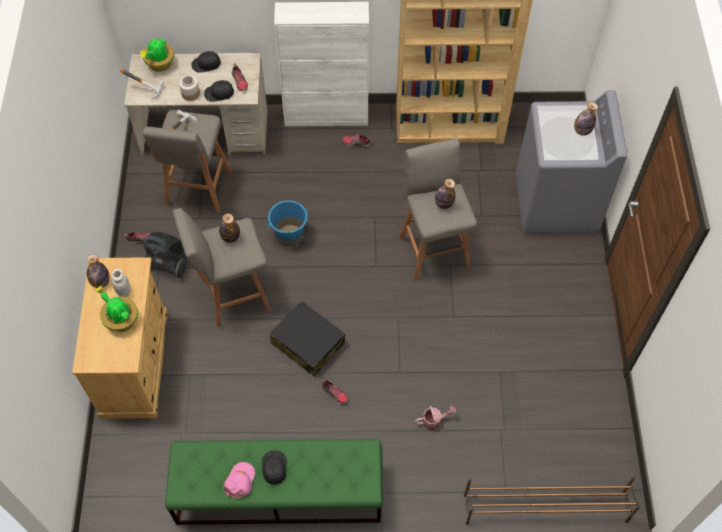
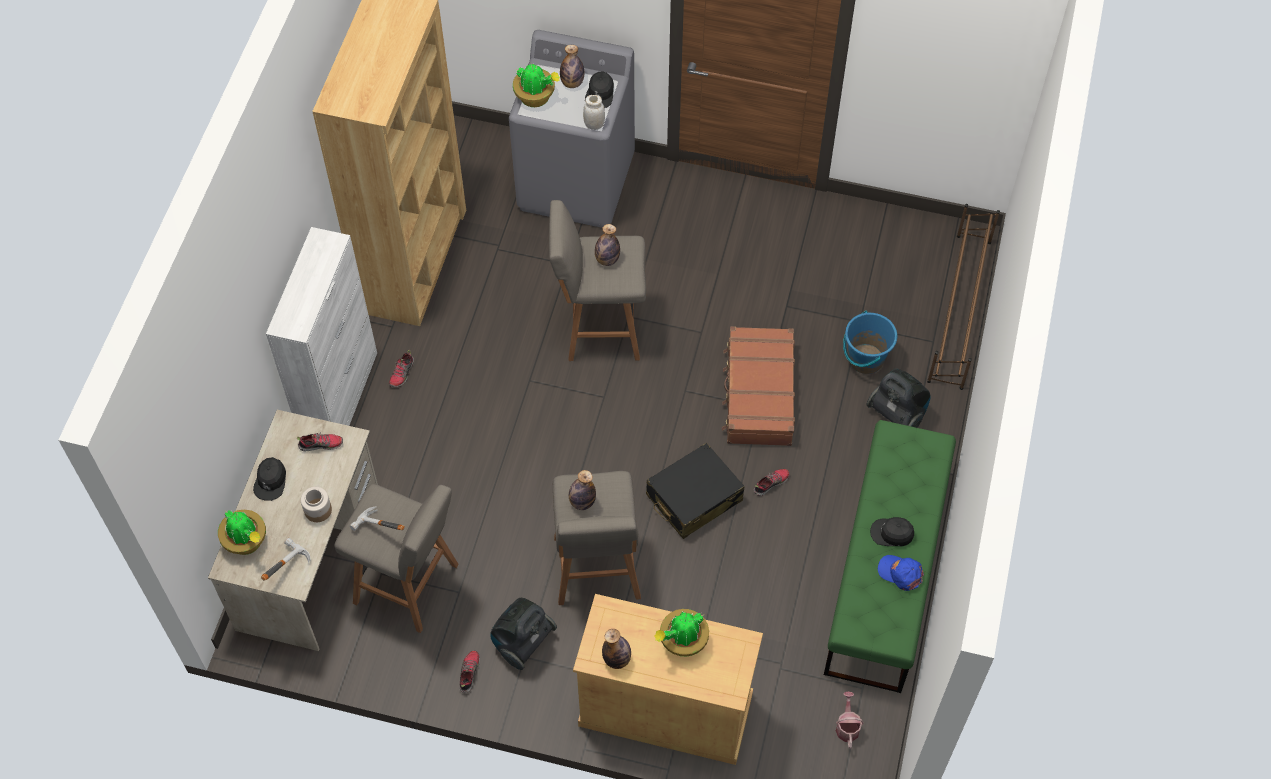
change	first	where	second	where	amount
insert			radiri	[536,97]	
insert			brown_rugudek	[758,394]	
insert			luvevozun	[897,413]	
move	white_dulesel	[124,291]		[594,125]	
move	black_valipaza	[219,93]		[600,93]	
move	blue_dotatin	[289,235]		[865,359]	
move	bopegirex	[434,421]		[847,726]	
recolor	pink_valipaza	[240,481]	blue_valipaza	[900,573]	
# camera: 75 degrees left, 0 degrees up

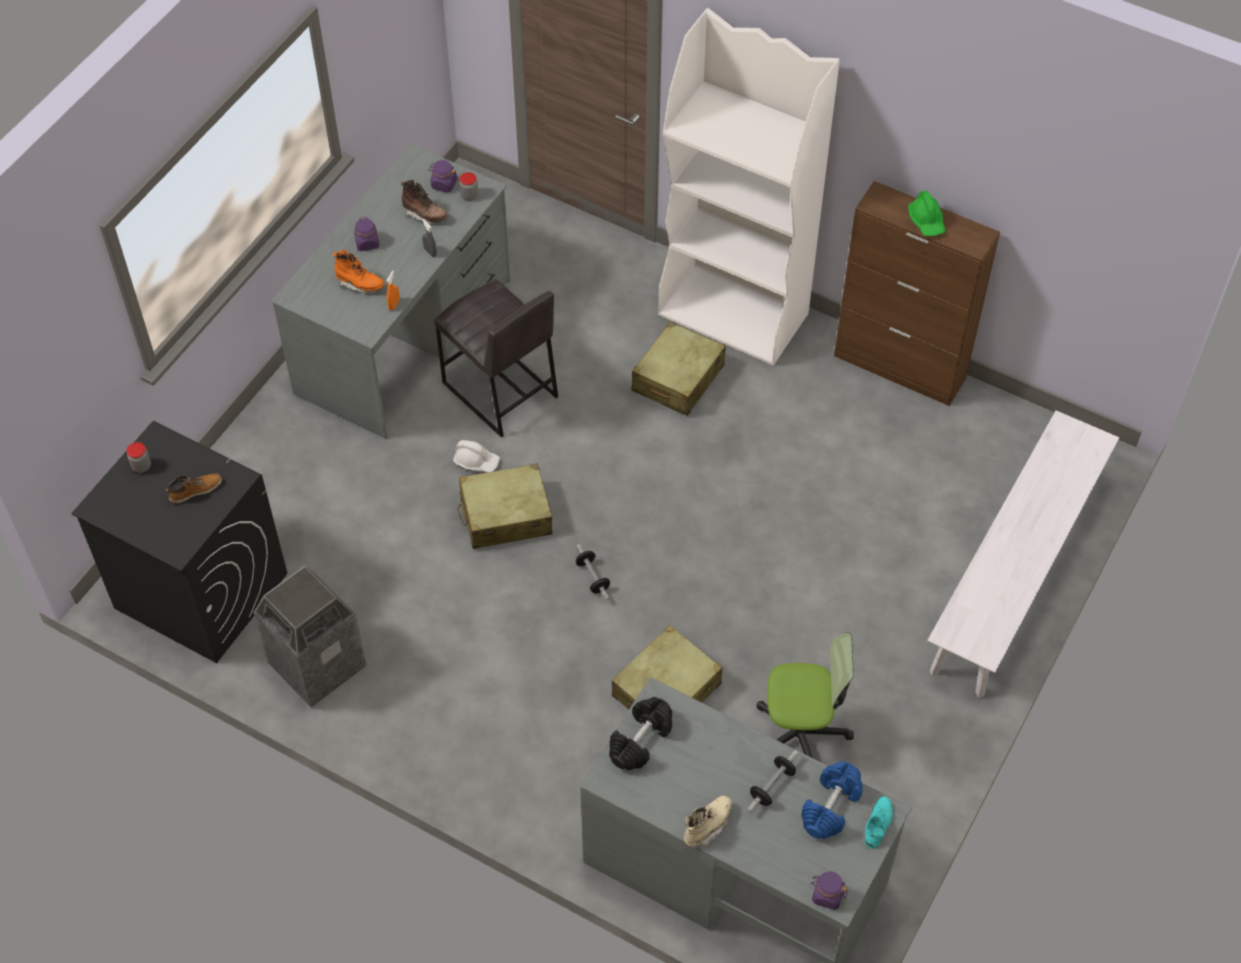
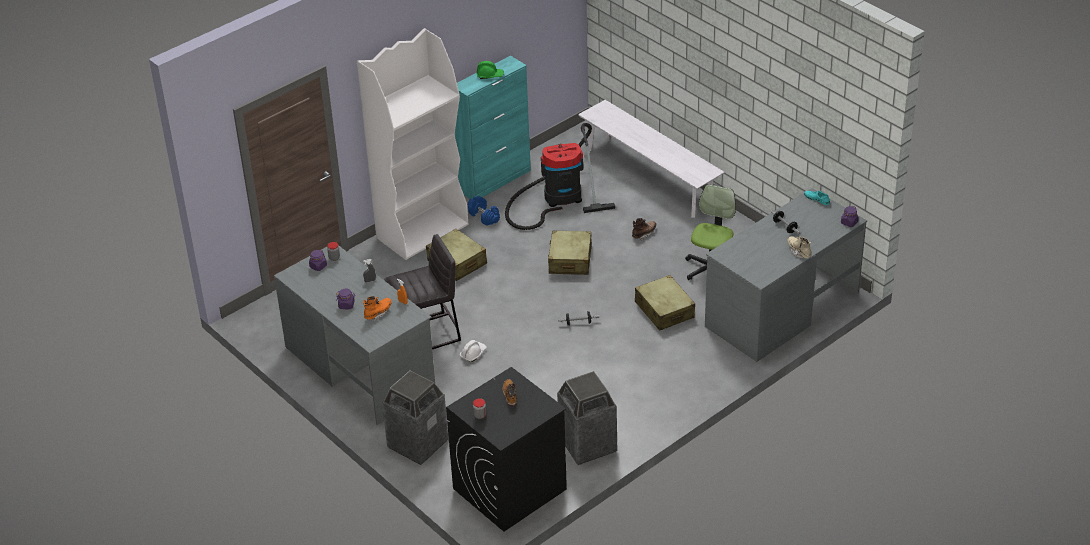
change	first	where	second	where	amount
delete	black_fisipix	[640,740]			
insert			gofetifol	[417,444]	
insert			luvevozun	[558,198]	
move	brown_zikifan	[425,214]		[644,234]	
move	beige_rugudek	[505,515]		[570,260]	
move	blue_fisipix	[831,807]		[484,216]	
recolor	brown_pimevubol	[900,367]	turquoise_pimevubol	[495,180]	
# camera: 70 degrees left, 15 degrees down

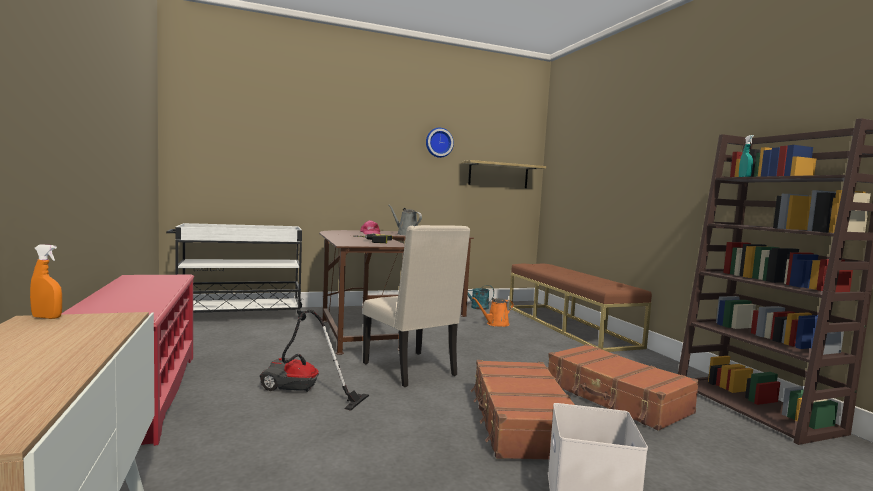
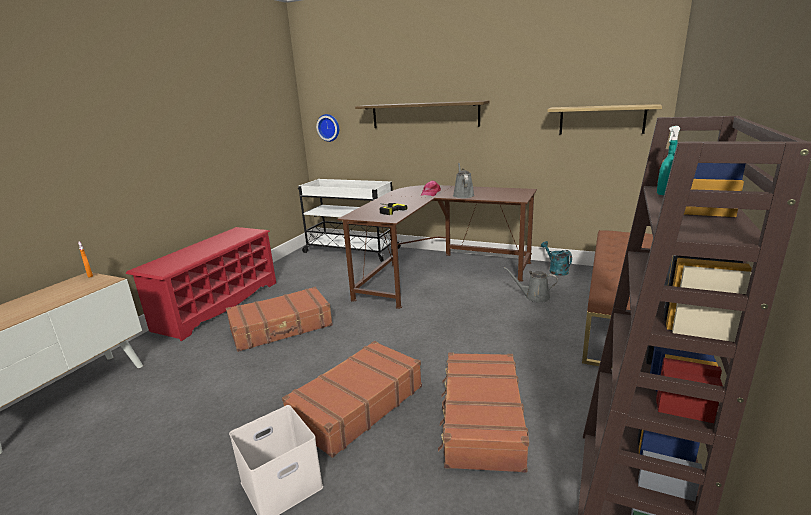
change	first	where	second	where	amount
delete	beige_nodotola	[412,370]			
insert			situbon	[424,115]	
move	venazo	[438,142]		[329,127]	
replace	luvevozun	[302,392]	brown_rugudek	[281,328]	
recolor	orange_bopegirex	[495,324]	grey_bopegirex	[534,297]	
# camera: 45 degrees right, 15 degrees up

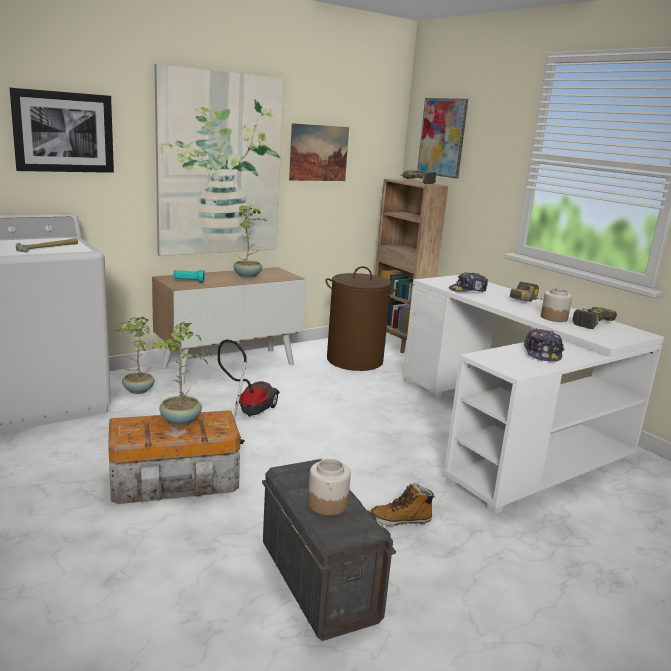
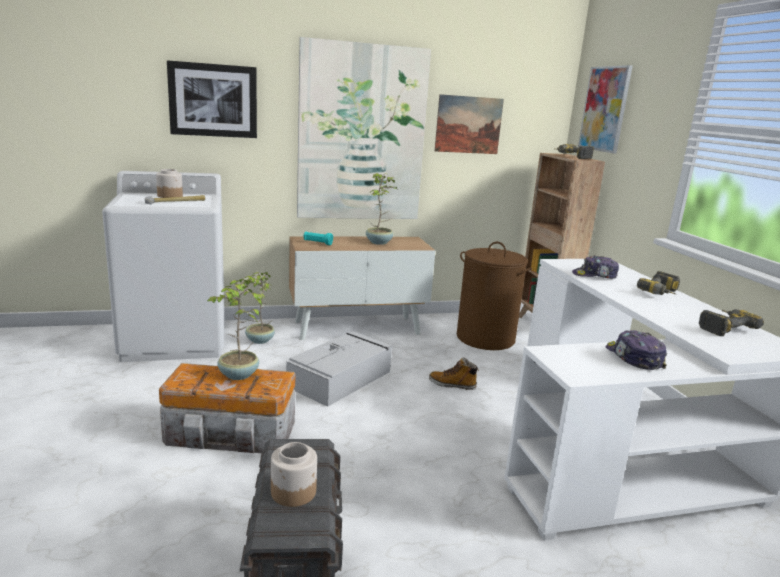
change	first	where	second	where	amount
move	zikifan	[401,520]		[452,385]	
move	dulesel	[553,318]		[170,196]	
replace	luvevozun	[247,415]	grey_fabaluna	[341,378]	
rotate	valipaza	[542,353]		[633,358]	135 degrees clockwise
# camera: 20 degrees right, 0 degrees up

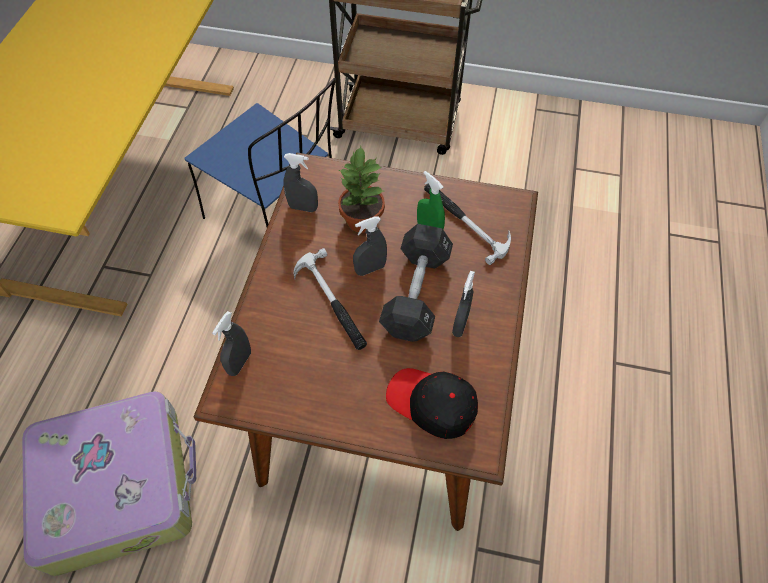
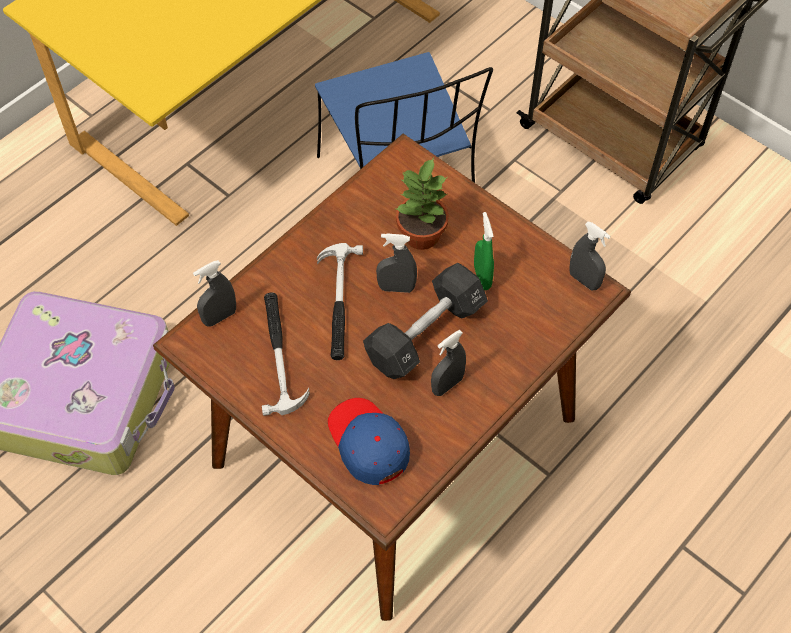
change	first	where	second	where	amount
move	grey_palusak	[303,207]		[584,280]	
move	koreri	[465,221]		[279,354]	
recolor	black_valipaza	[432,404]	blue_valipaza	[368,443]	
# camera: 30 degrees right, 0 degrees up

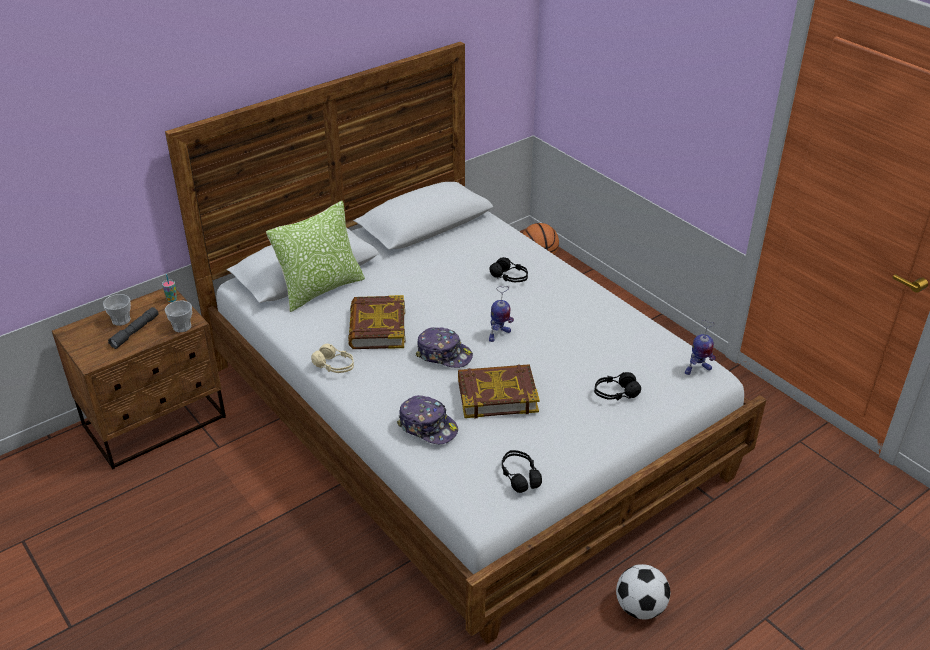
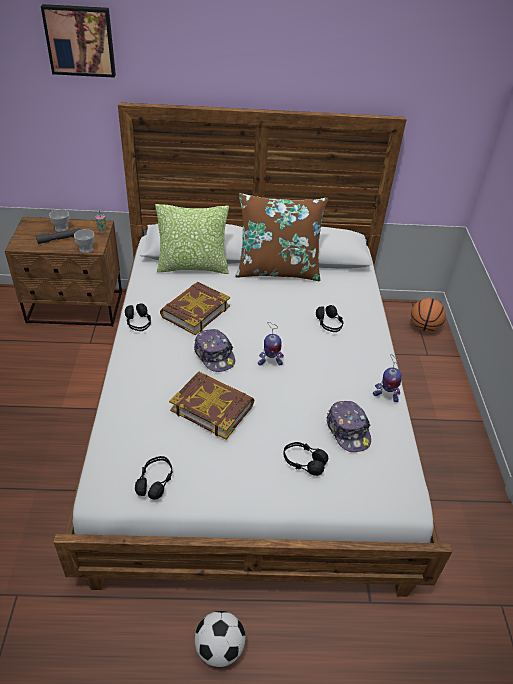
change	first	where	second	where	amount
insert			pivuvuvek	[80,40]	
insert			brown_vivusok	[277,270]	
move	valipaza	[428,427]		[348,431]	
move	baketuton	[697,370]		[385,396]	
recolor	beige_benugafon	[334,366]	black_benugafon	[138,323]	
# camera: 35 degrees right, 5 degrees up

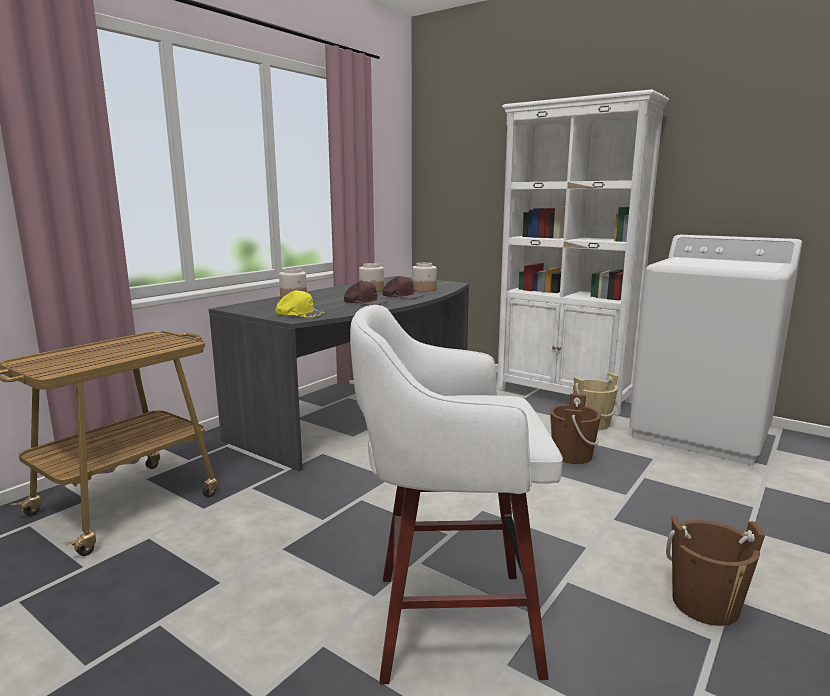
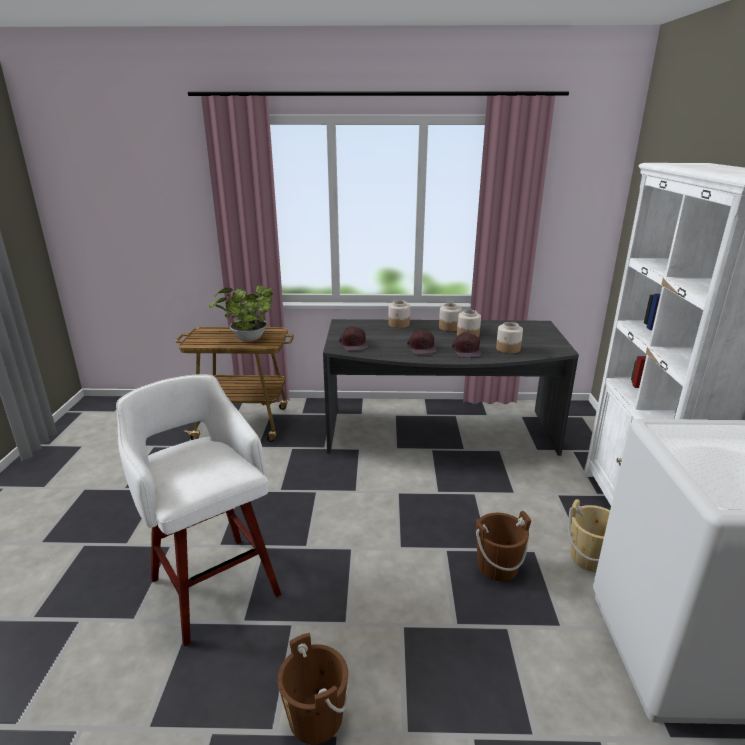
change	first	where	second	where	amount
insert			radiri	[247,339]	
insert			dulesel	[449,327]	
recolor	yellow_valipaza	[300,313]	brown_valipaza	[353,344]	
# camera: 55 degrees right, 10 degrees up

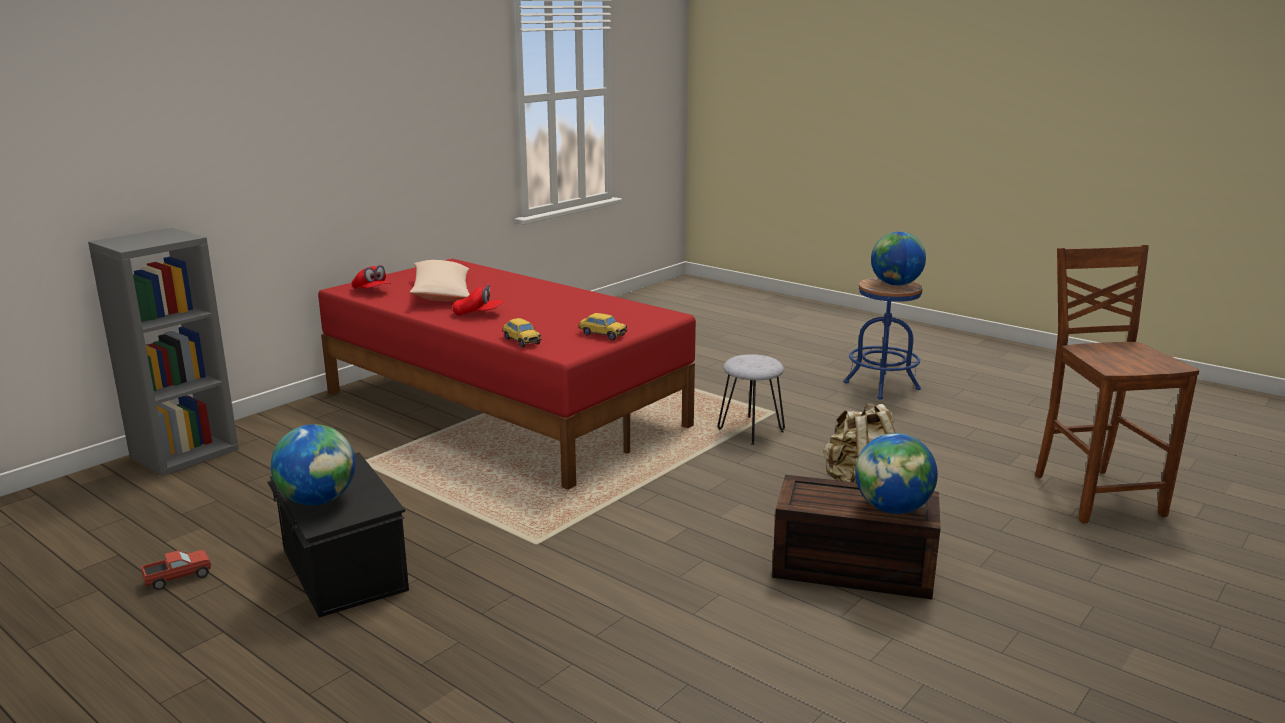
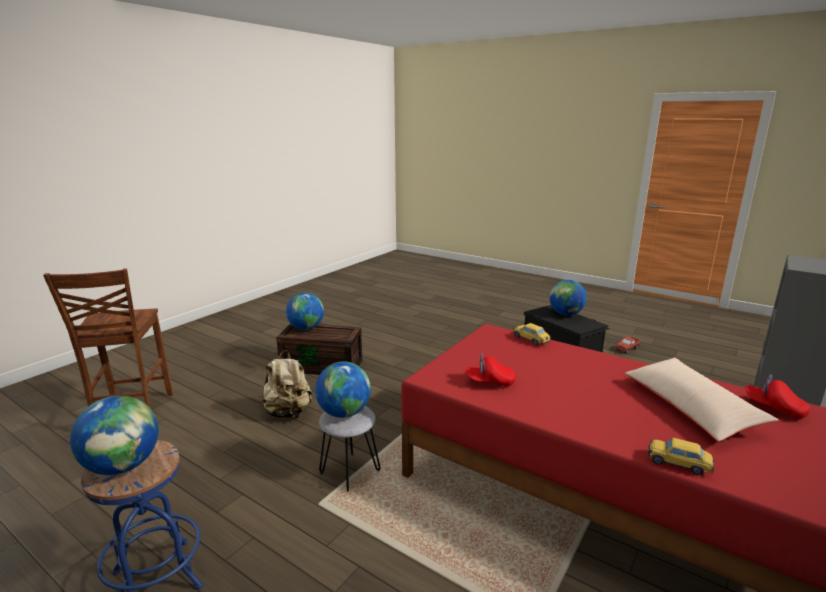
change	first	where	second	where	amount
insert			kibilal	[344,413]	
move	red_valipaza	[478,314]		[490,382]	
move	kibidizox	[602,335]		[678,464]	
# camera: 175 degrees right, 0 degrees up

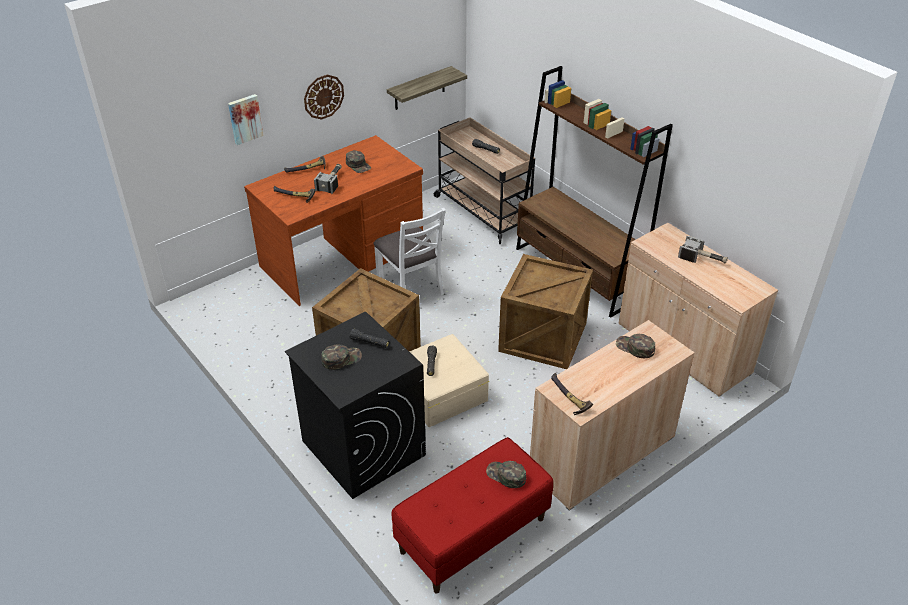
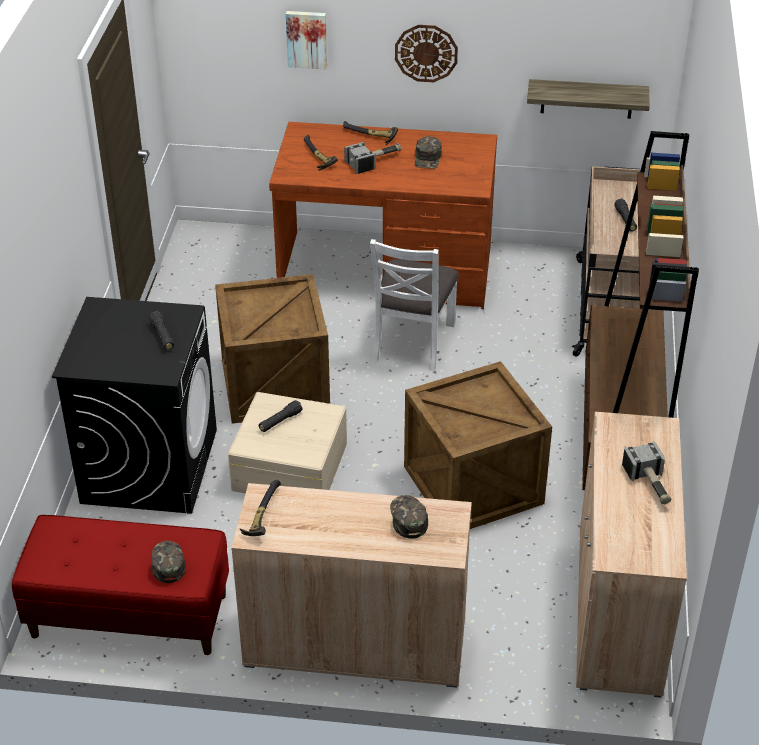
change	first	where	second	where	amount
delete	green_valipaza	[341,358]			
# camera: 45 degrees right, 0 degrees up

